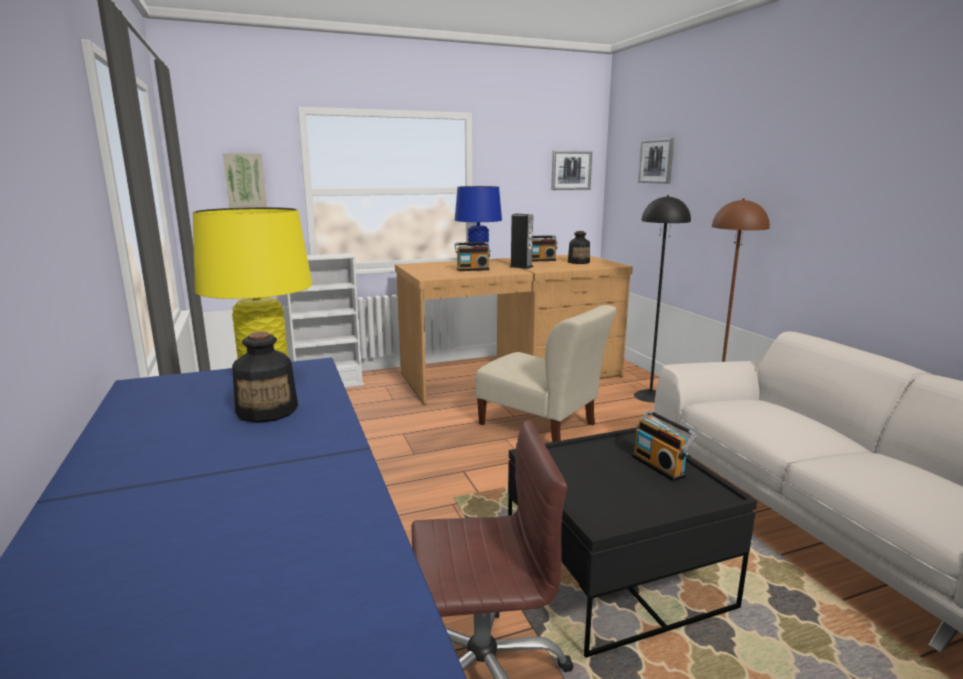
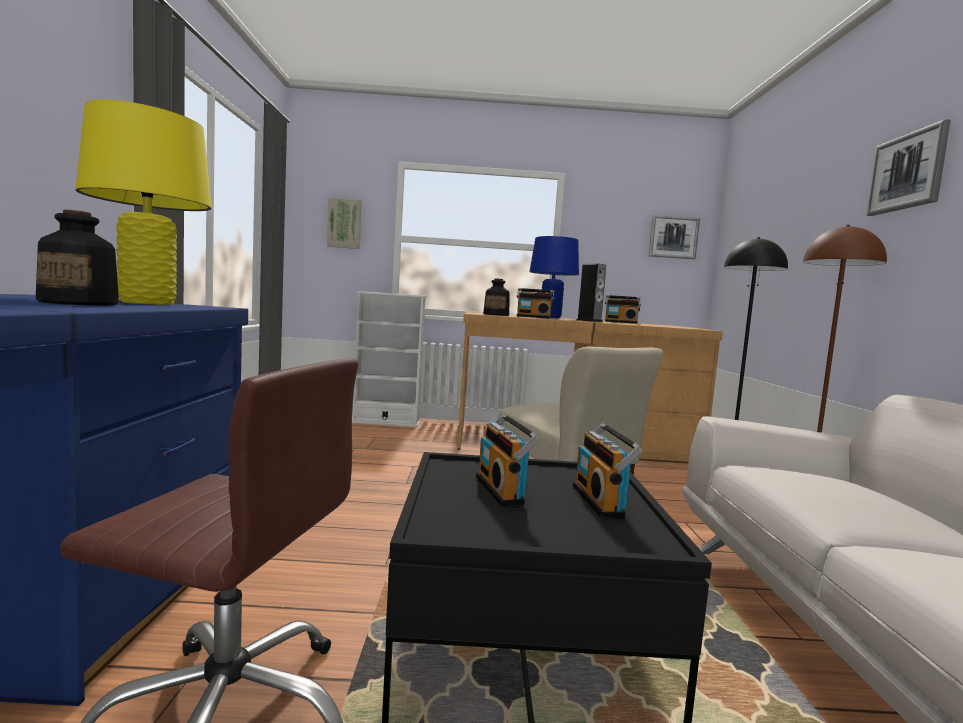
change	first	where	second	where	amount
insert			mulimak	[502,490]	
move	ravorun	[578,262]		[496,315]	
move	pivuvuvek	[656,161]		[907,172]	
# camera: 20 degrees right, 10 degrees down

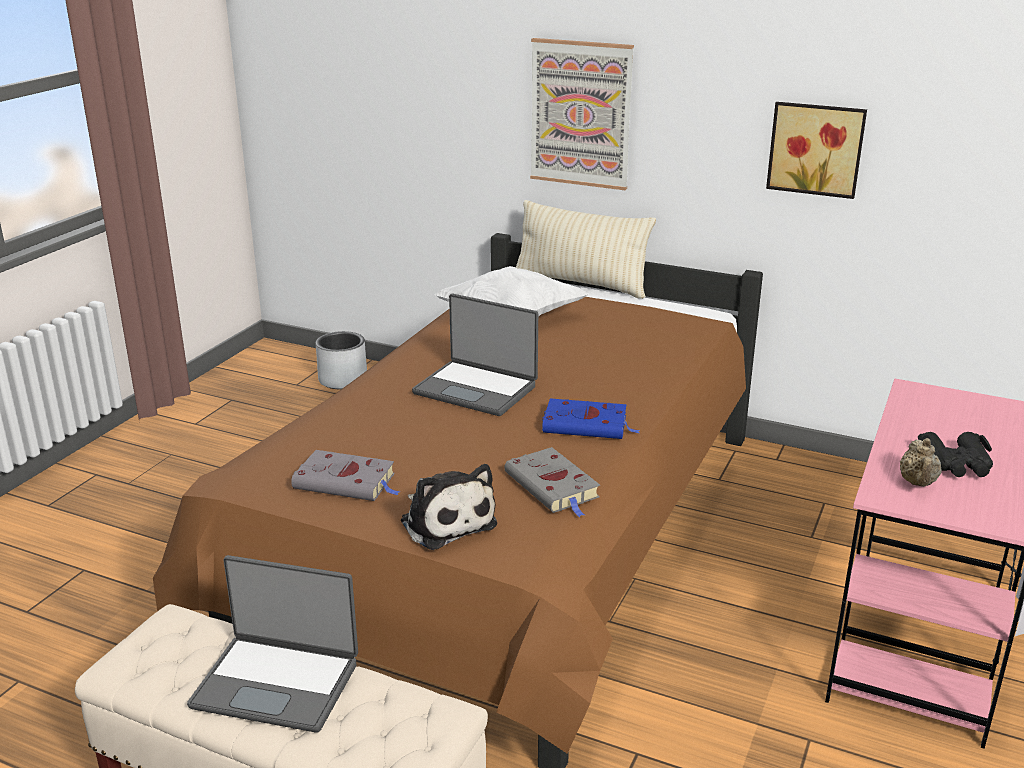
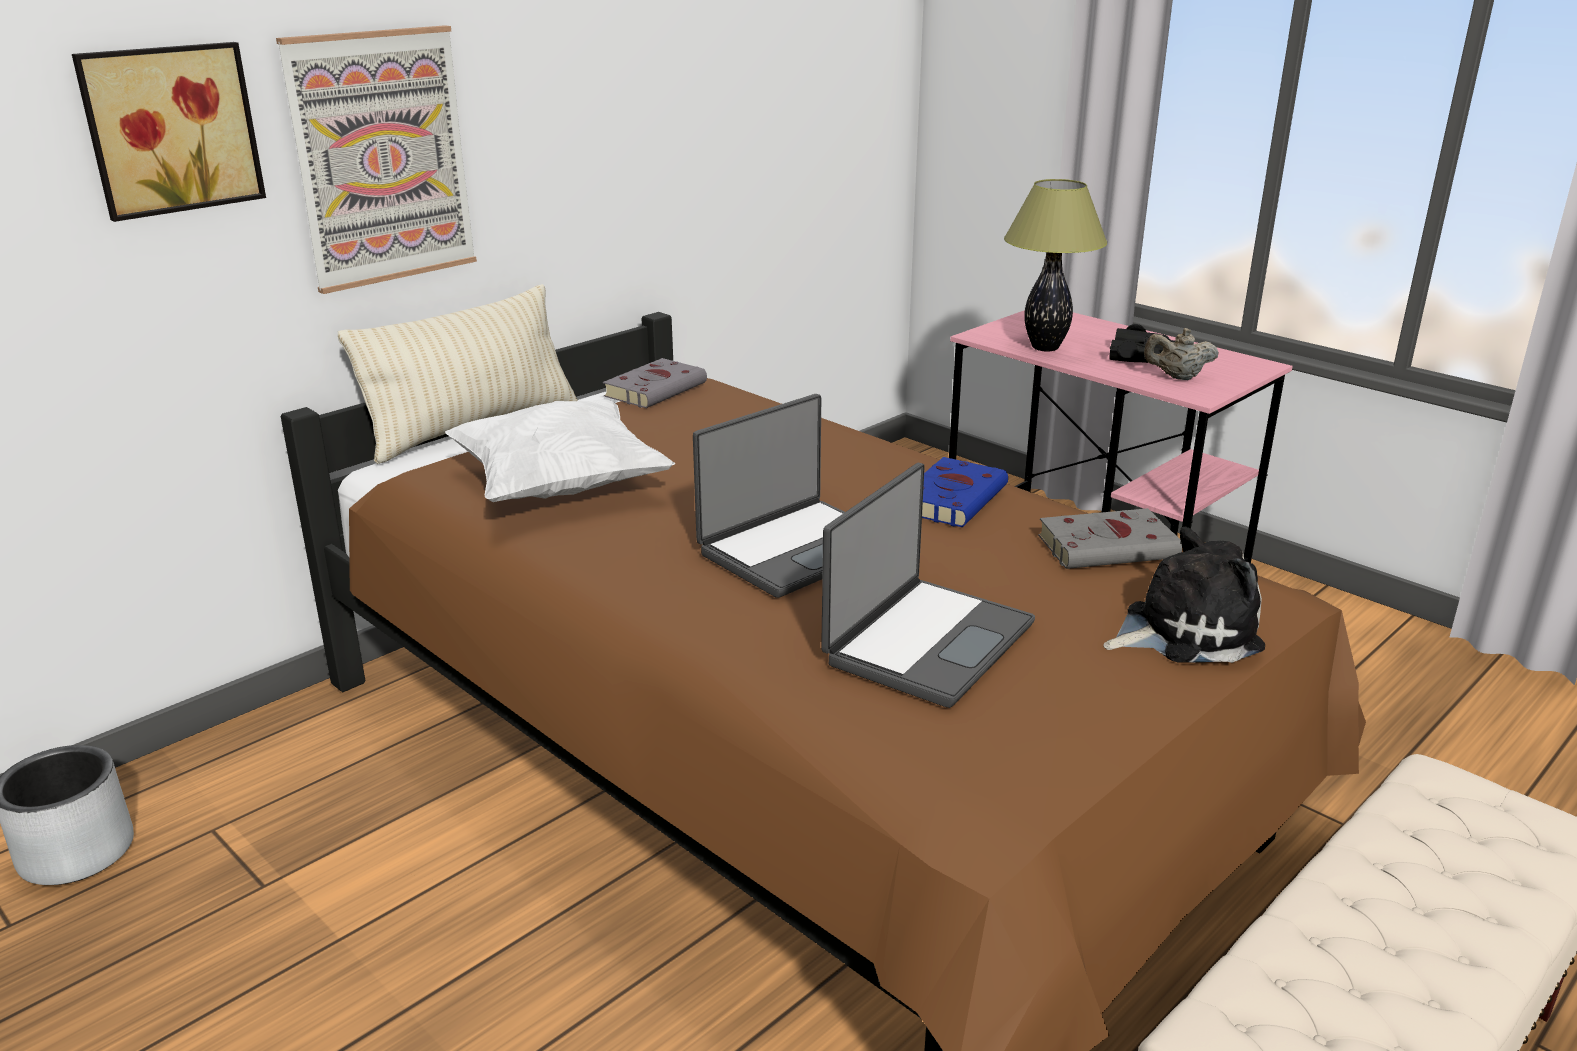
change	first	where	second	where	amount
insert			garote	[1045,347]	
move	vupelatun	[277,683]		[926,642]	
move	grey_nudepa	[347,482]		[657,389]	
move	pivuvuvek	[816,148]		[170,129]	
rotate	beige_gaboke	[917,483]		[1178,377]	150 degrees clockwise
# camera: 70 degrees left, 0 degrees up

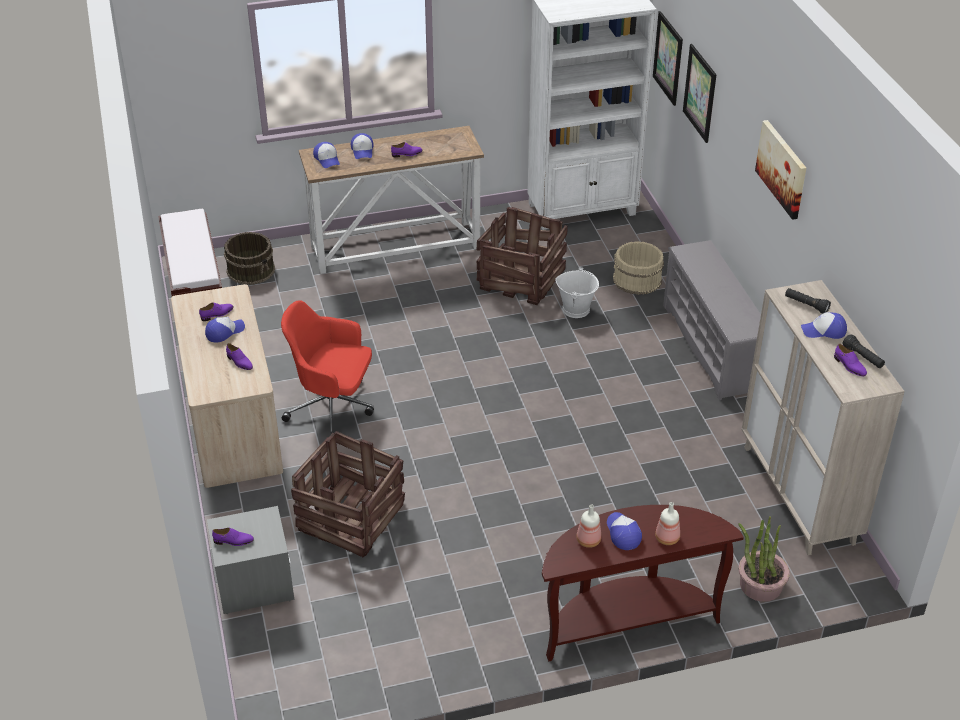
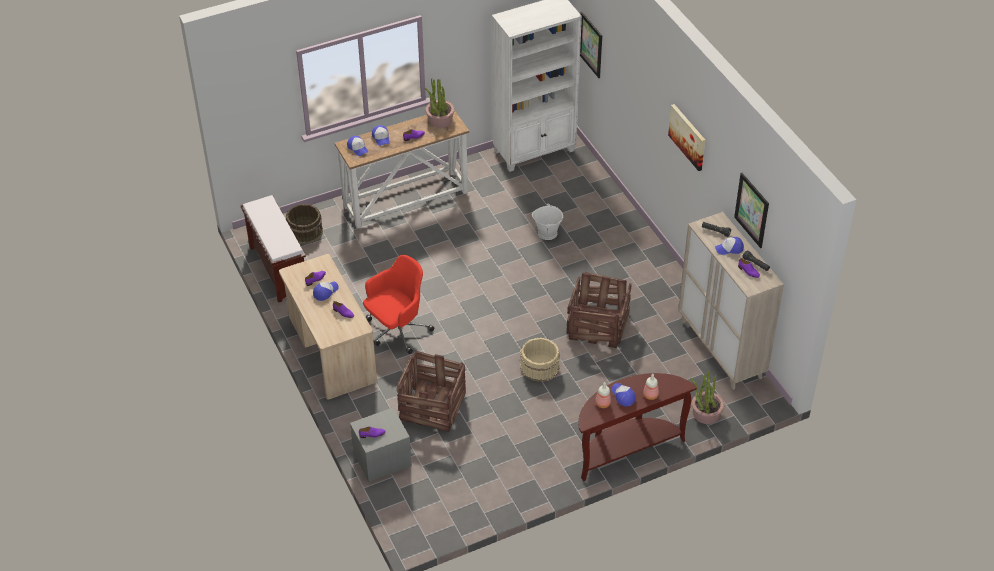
change	first	where	second	where	amount
delete	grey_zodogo	[712,347]			
insert			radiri	[440,120]	
move	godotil	[522,279]		[598,325]	
move	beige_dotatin	[637,280]		[539,367]	
move	pivuvuvek	[700,93]		[752,210]	
rotate	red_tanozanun	[333,408]		[397,330]	135 degrees clockwise
# camera: 10 degrees left, 5 degrees up

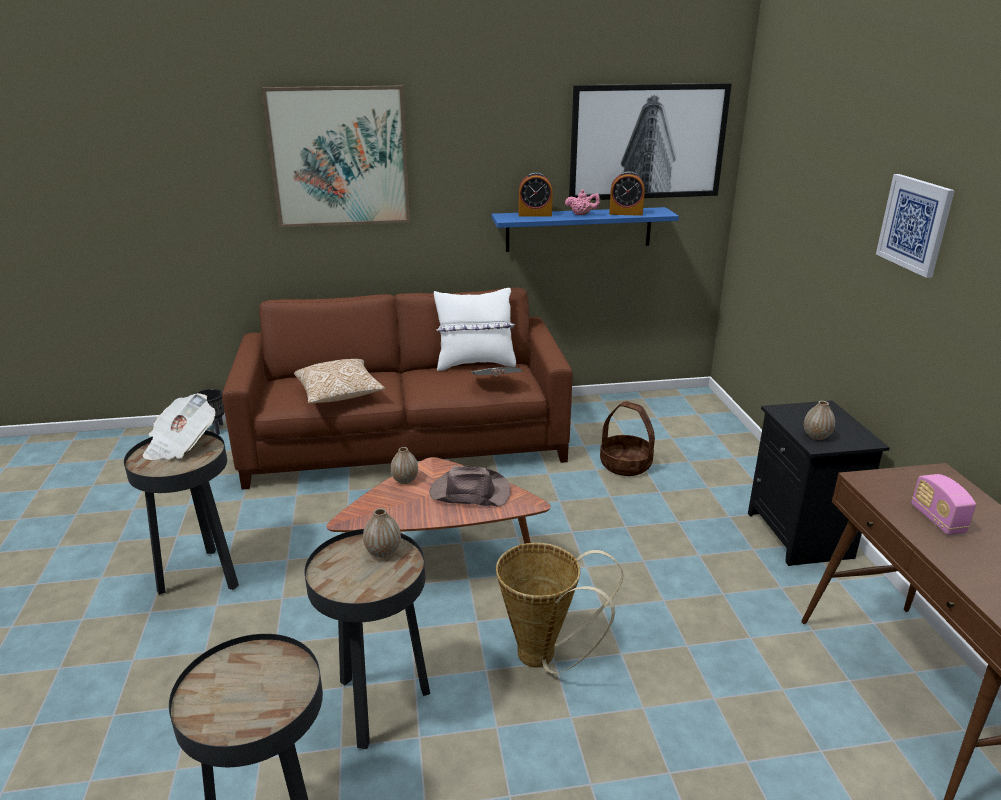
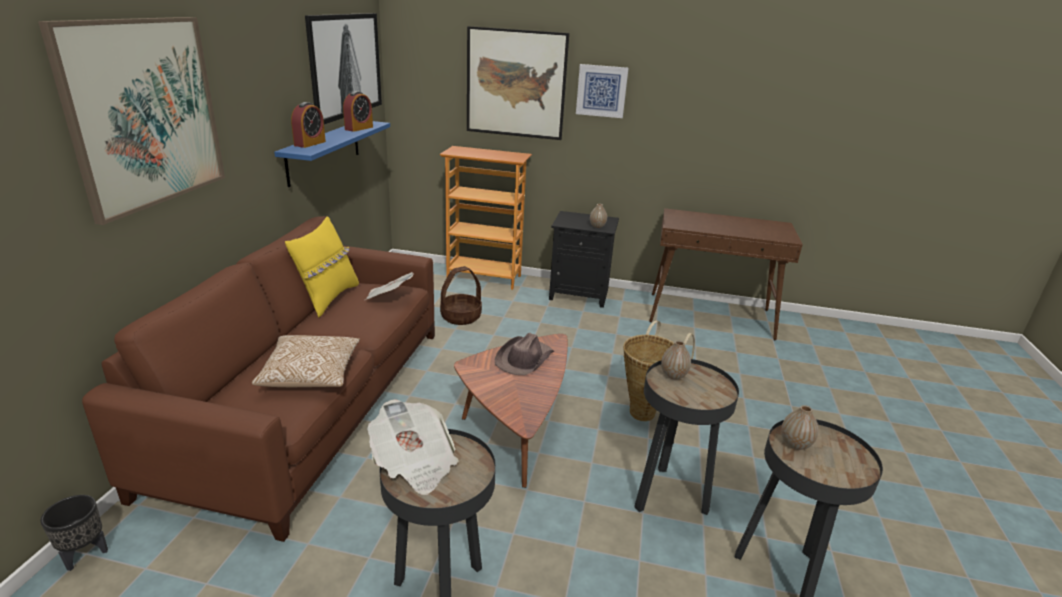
change	first	where	second	where	amount
delete	pink_gaboke	[582,214]			
delete	mulimak	[937,519]			
insert			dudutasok	[484,277]	
insert			pivuvuvek	[516,84]	
move	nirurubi	[405,480]		[795,444]	
recolor	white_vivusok	[475,364]	yellow_vivusok	[328,298]	
# camera: 70 degrees left, 0 degrees up

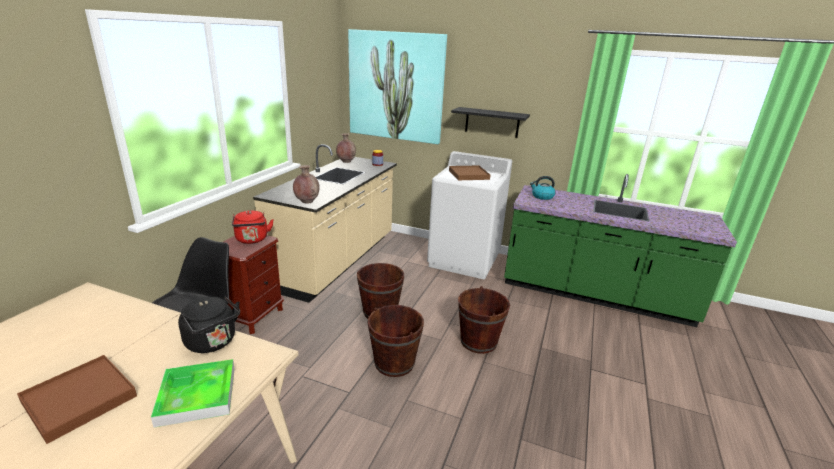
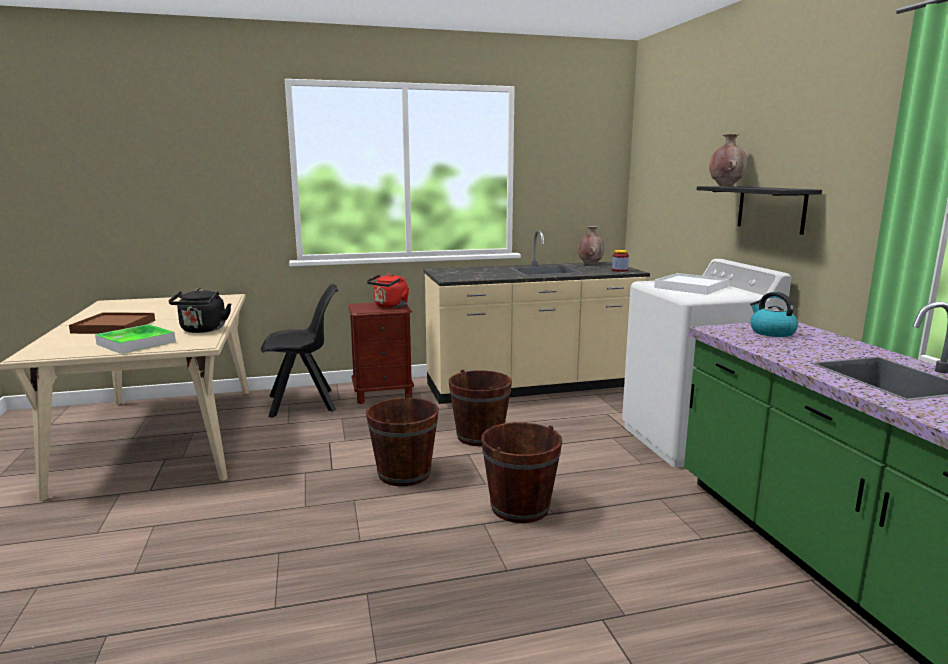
change	first	where	second	where	amount
delete	pivuvuvek	[396,86]			
move	brown_nirurubi	[307,202]		[725,186]	
recolor	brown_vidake	[469,175]	white_vidake	[691,287]	
# camera: 55 degrees right, 10 degrees down

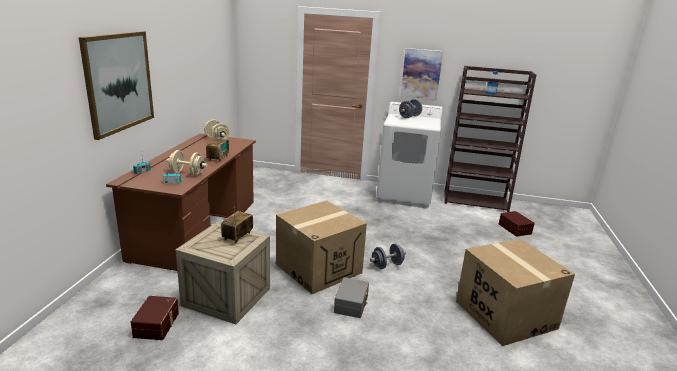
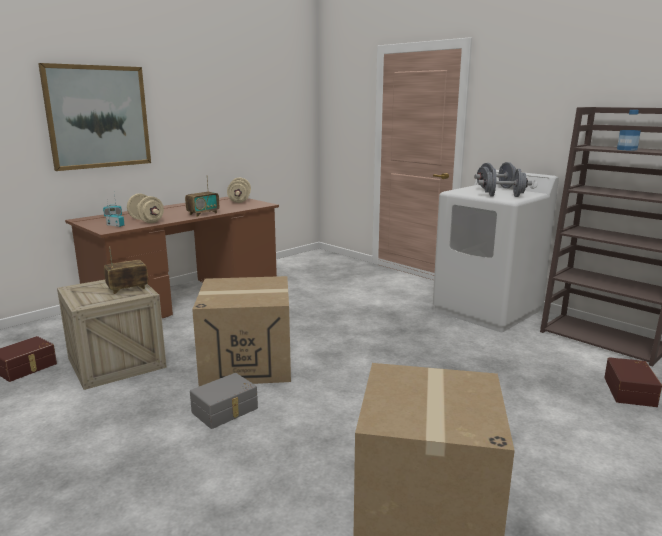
change	first	where	second	where	amount
delete	pivuvuvek	[421,74]			
move	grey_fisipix	[387,265]		[503,196]	
# camera: 35 degrees right, 5 degrees down

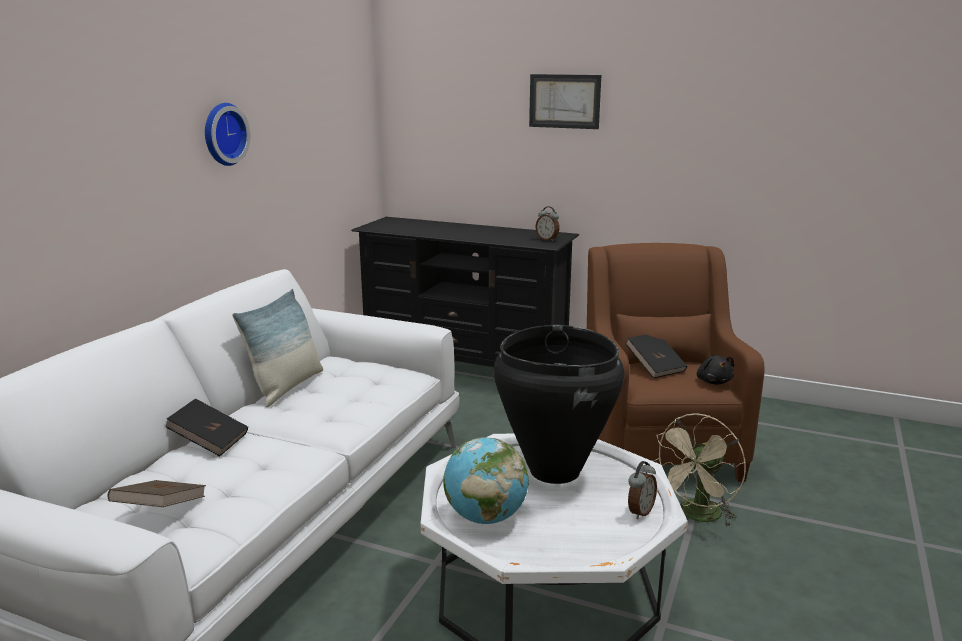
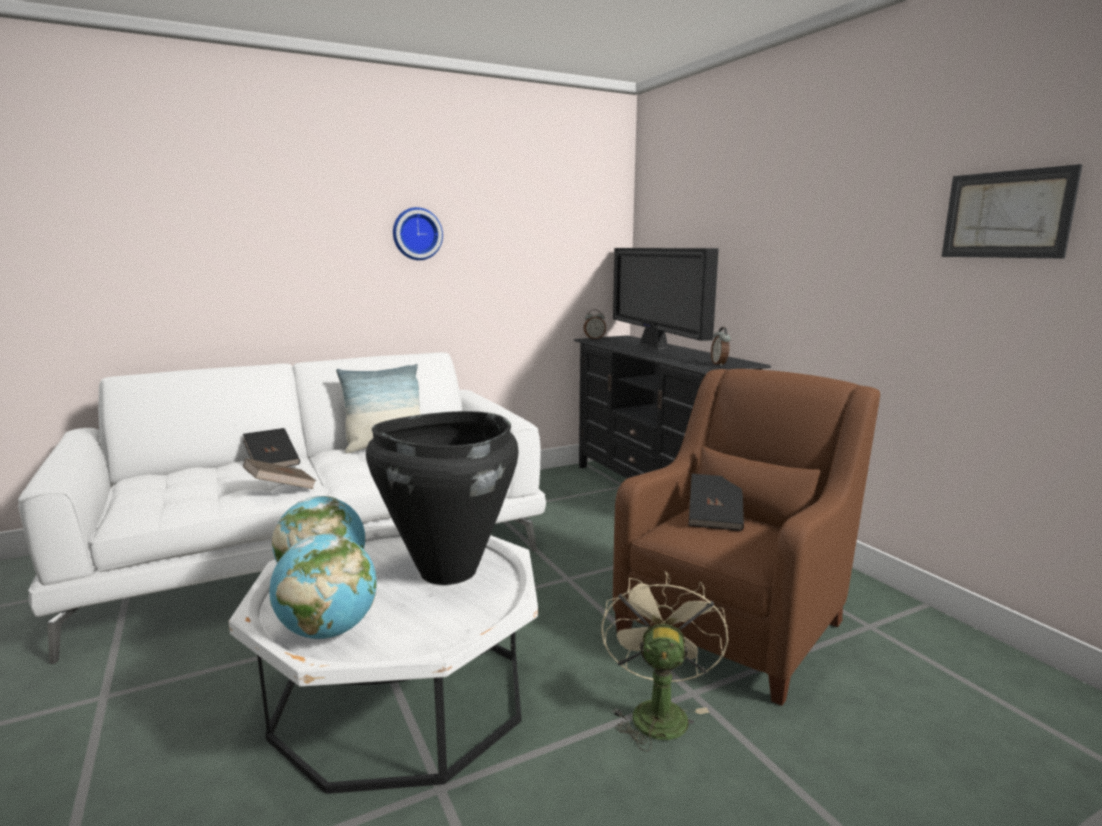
change	first	where	second	where	amount
delete	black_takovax	[713,381]			
insert			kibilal	[328,631]	
insert			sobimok	[654,346]	
move	brown_nudepa	[161,510]		[281,488]	
move	pivuvuvek	[564,101]		[1006,214]	
move	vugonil	[639,512]		[594,339]	
rotate	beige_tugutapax	[697,516]		[657,711]	105 degrees clockwise
# camera: 40 degrees right, 5 degrees down

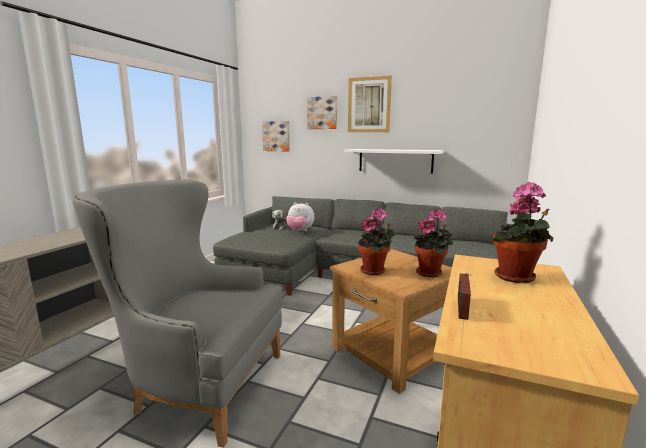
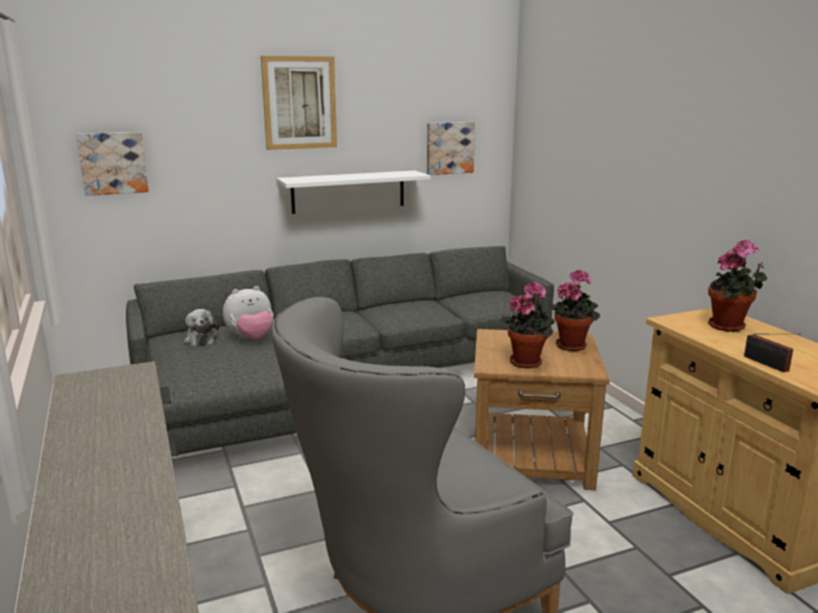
change	first	where	second	where	amount
move	pivuvuvek	[322,113]		[449,147]	
# camera: 45 degrees left, 5 degrees up

